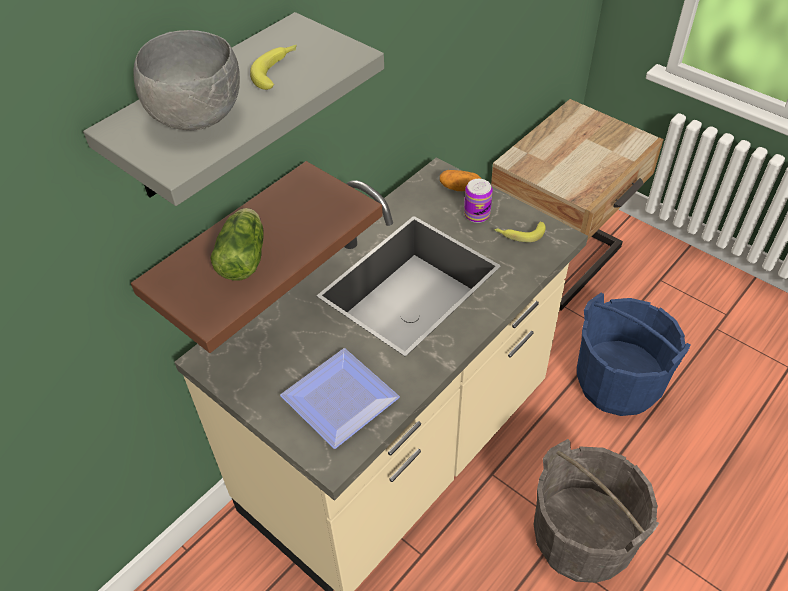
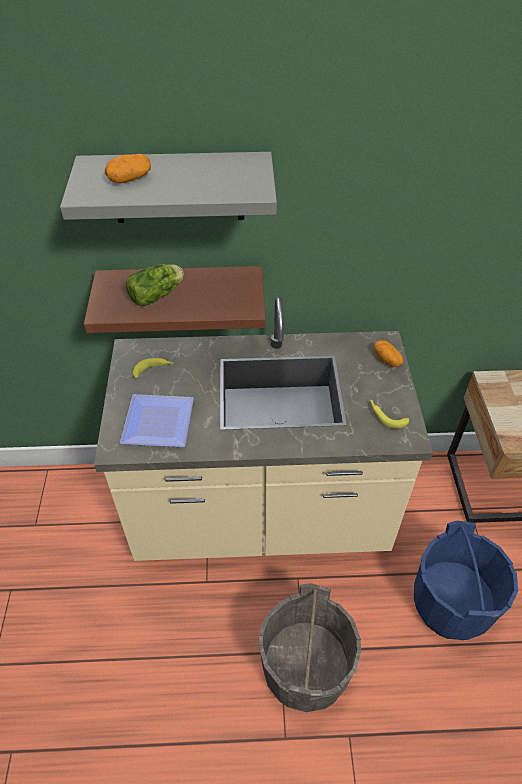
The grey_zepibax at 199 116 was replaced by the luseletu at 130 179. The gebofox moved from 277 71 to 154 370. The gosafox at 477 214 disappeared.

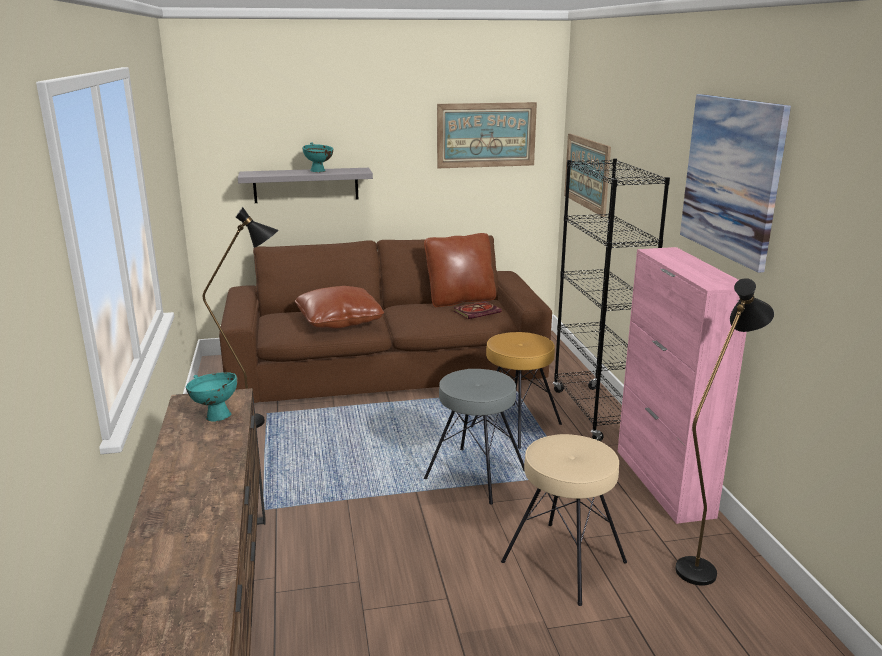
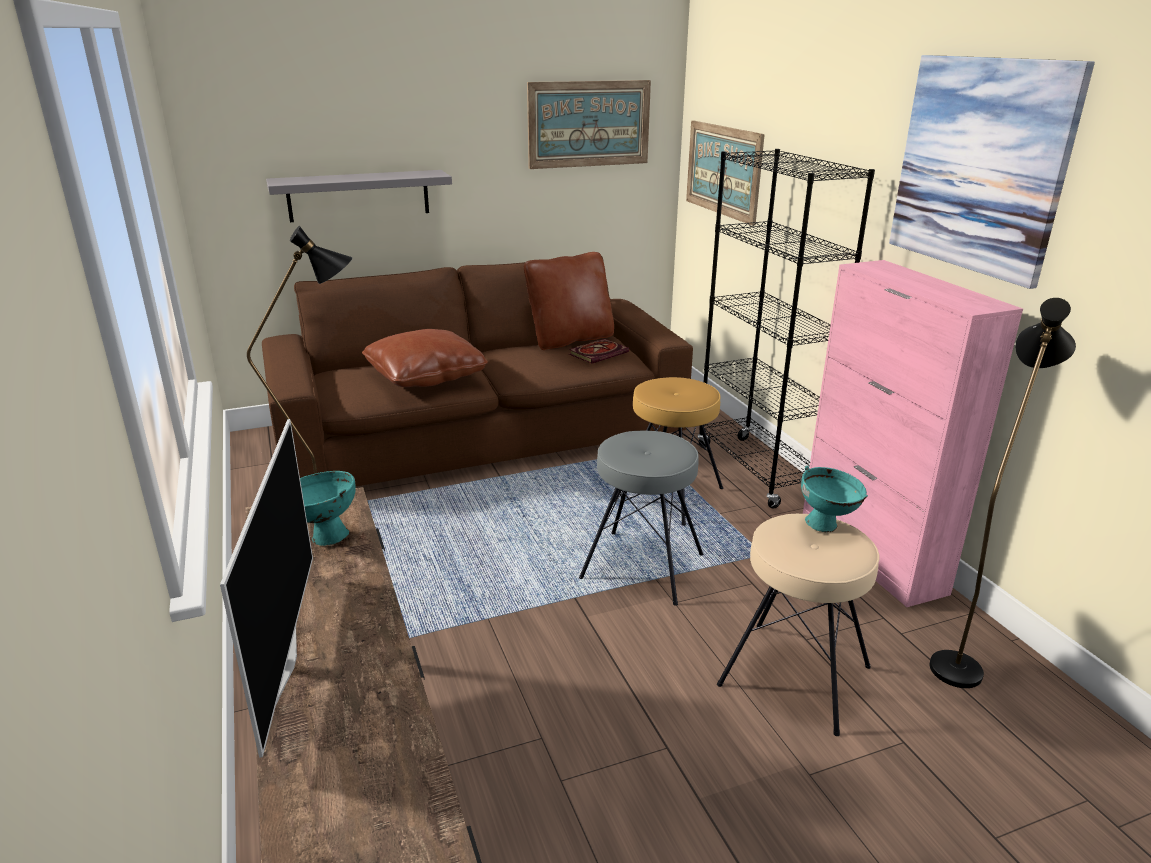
The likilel at 280 663 appeared. The turquoise_zepibax moved from 319 171 to 828 526.

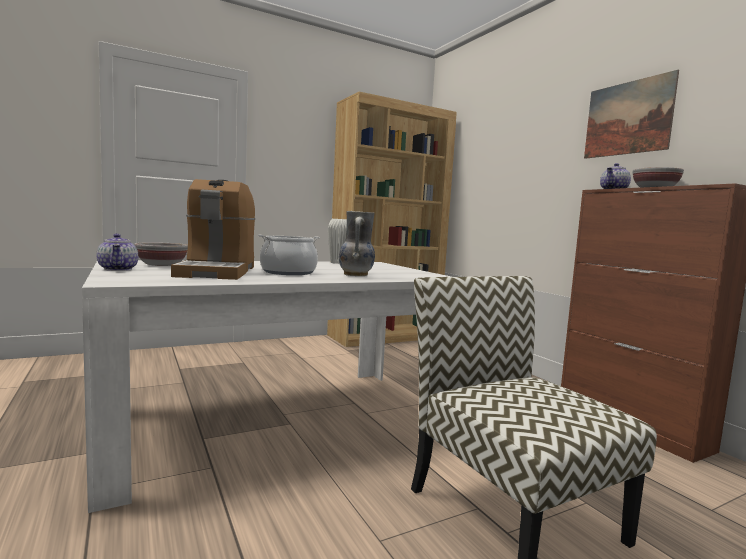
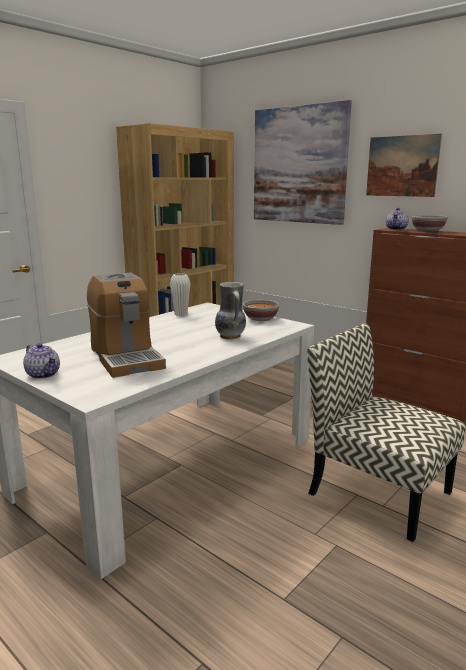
The zepibax moved from 162 265 to 261 319. The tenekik at 299 165 appeared. The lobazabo at 288 272 disappeared.

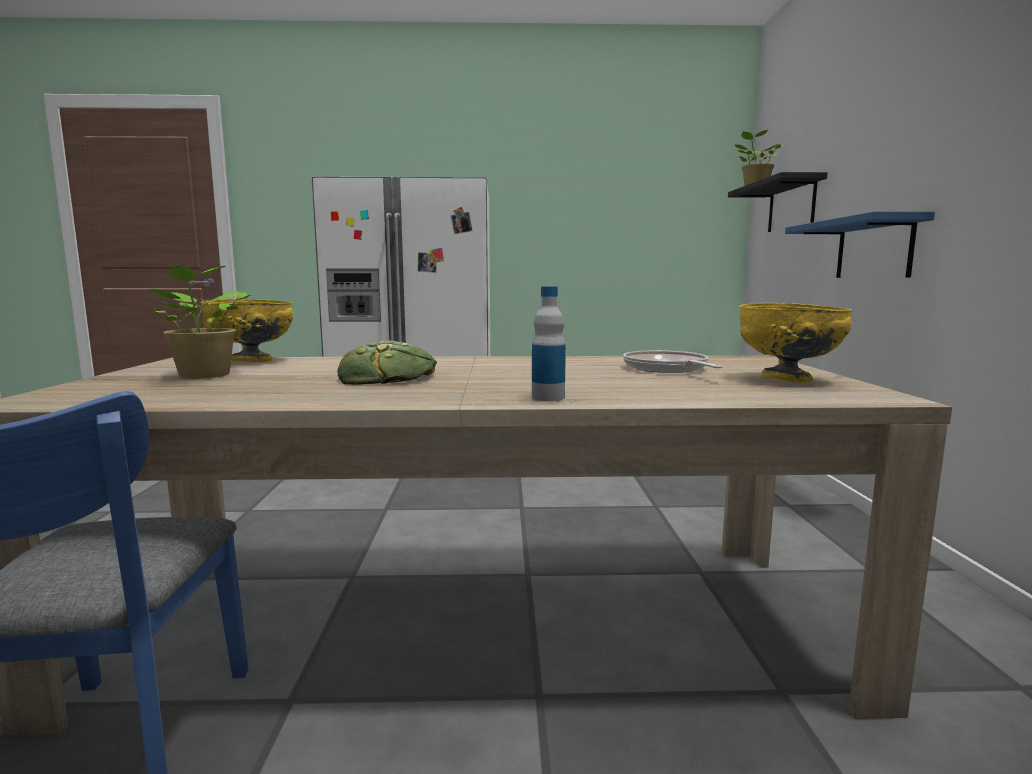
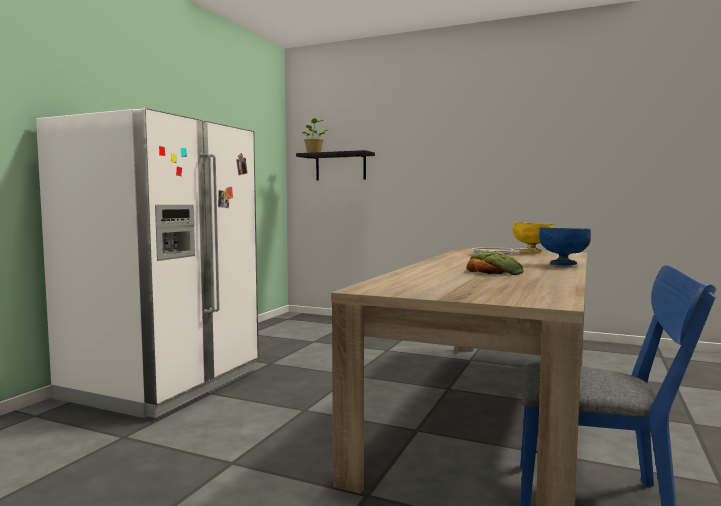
The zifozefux at 548 397 was replaced by the blue_zepibax at 563 265. The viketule at 204 376 disappeared. The yellow_zepibax at 252 361 disappeared. The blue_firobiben at 873 249 disappeared.

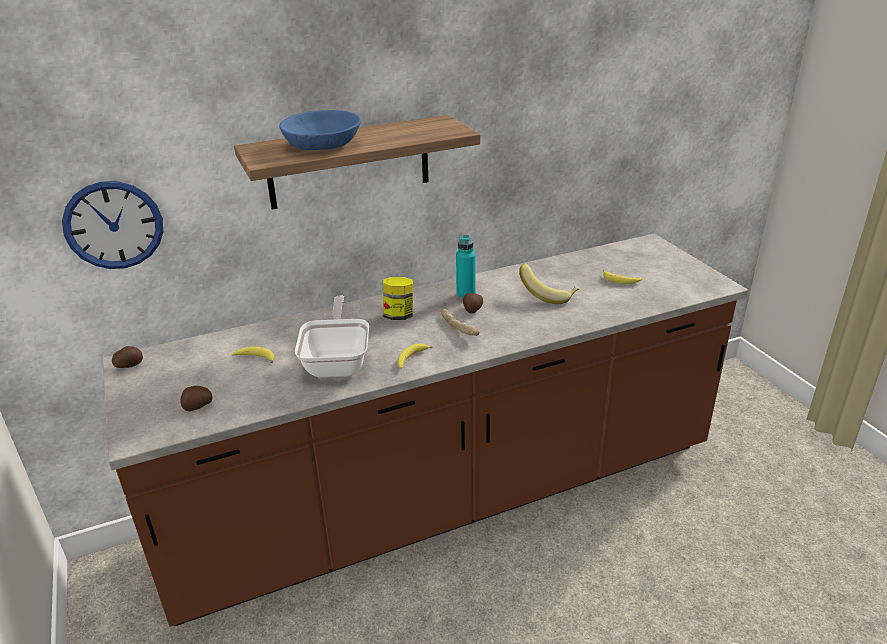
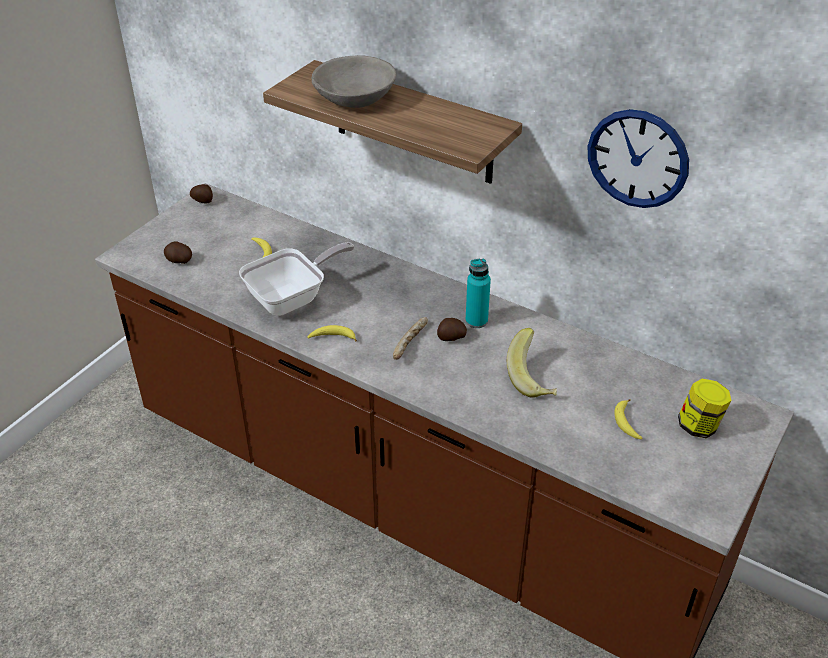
The blue_zepibax at 323 145 became the grey_zepibax at 355 97. The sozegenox moved from 114 225 to 637 159. The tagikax moved from 399 316 to 699 426.

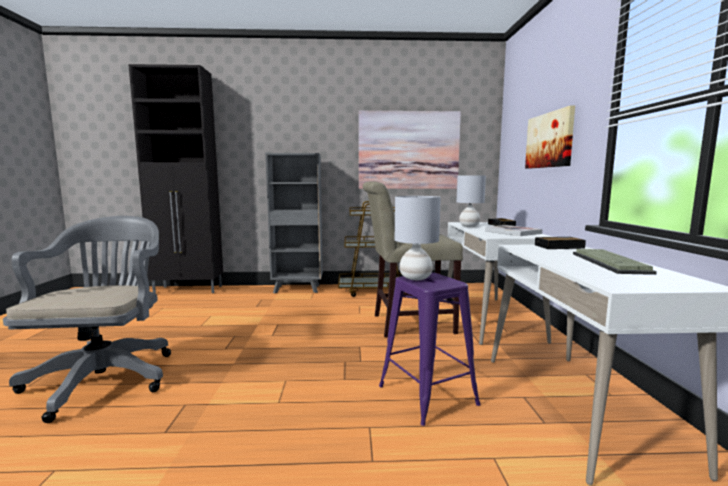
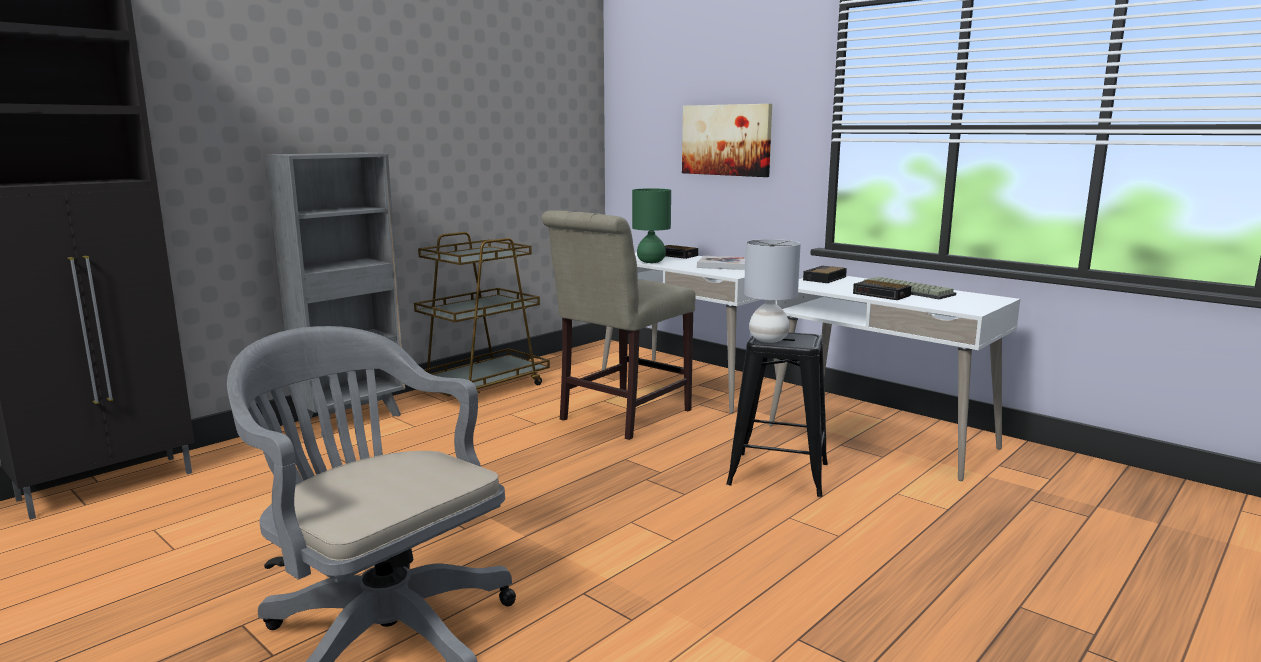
The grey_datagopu at 469 226 became the green_datagopu at 651 262. The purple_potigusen at 427 395 became the black_potigusen at 779 474. The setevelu at 882 295 appeared. The tenekik at 408 150 disappeared.

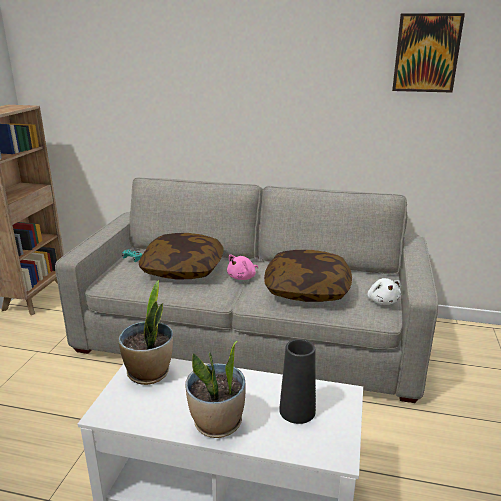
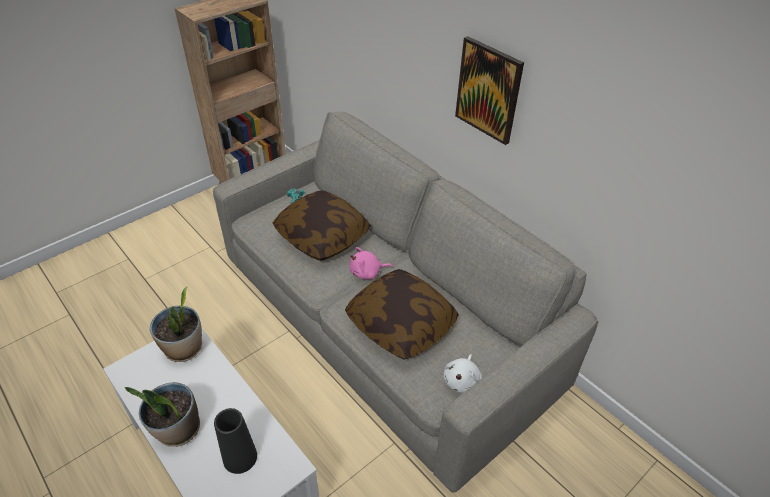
The tenekik moved from 426 53 to 488 90.

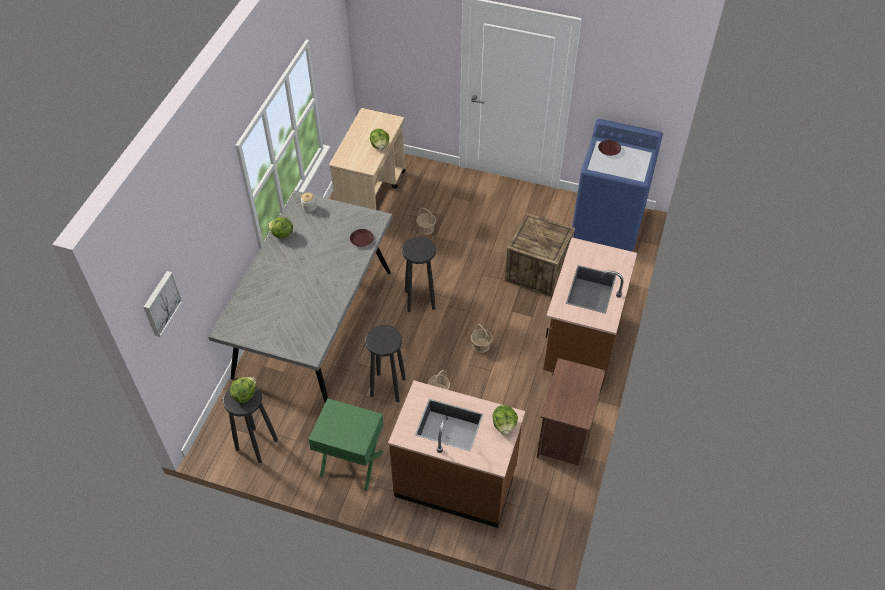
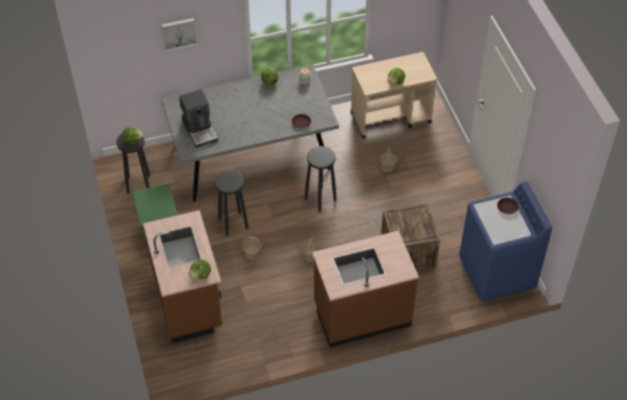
The tenekik moved from 160 303 to 179 33. The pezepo at 200 130 appeared. The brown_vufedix at 565 437 disappeared.

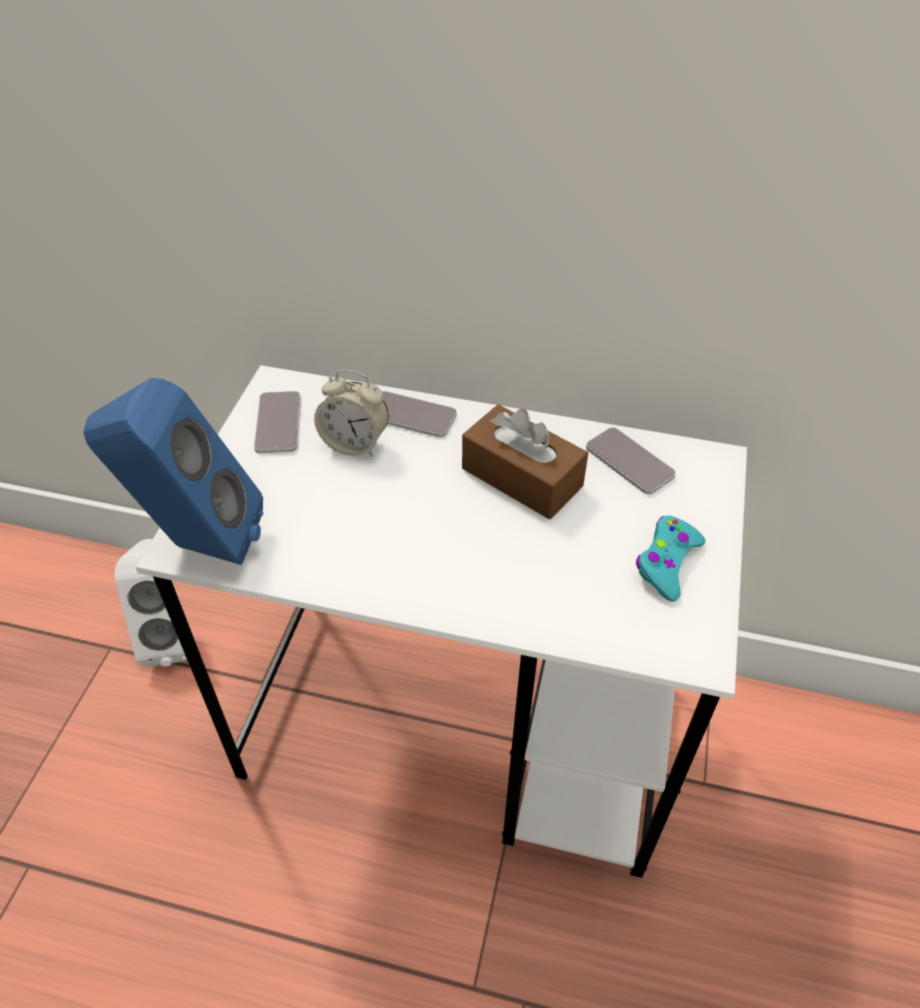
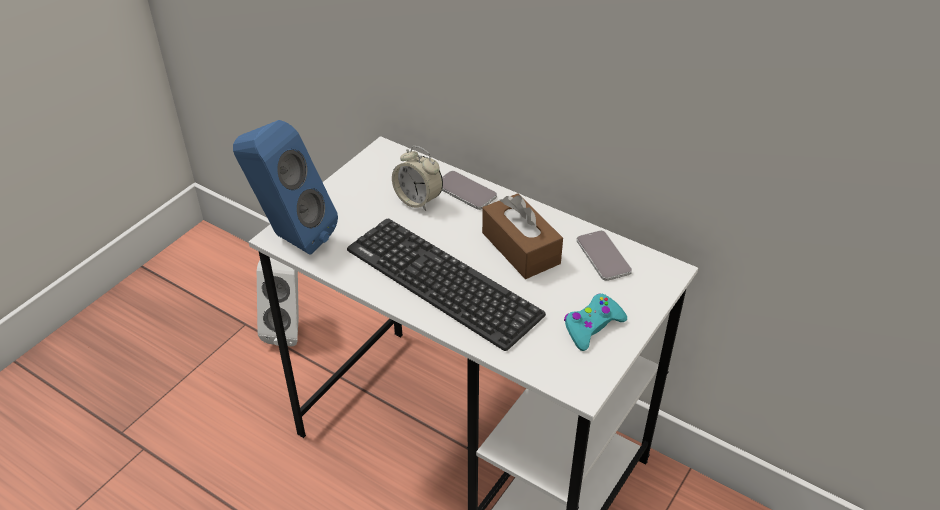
The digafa at 442 282 appeared. The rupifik at 278 423 disappeared.

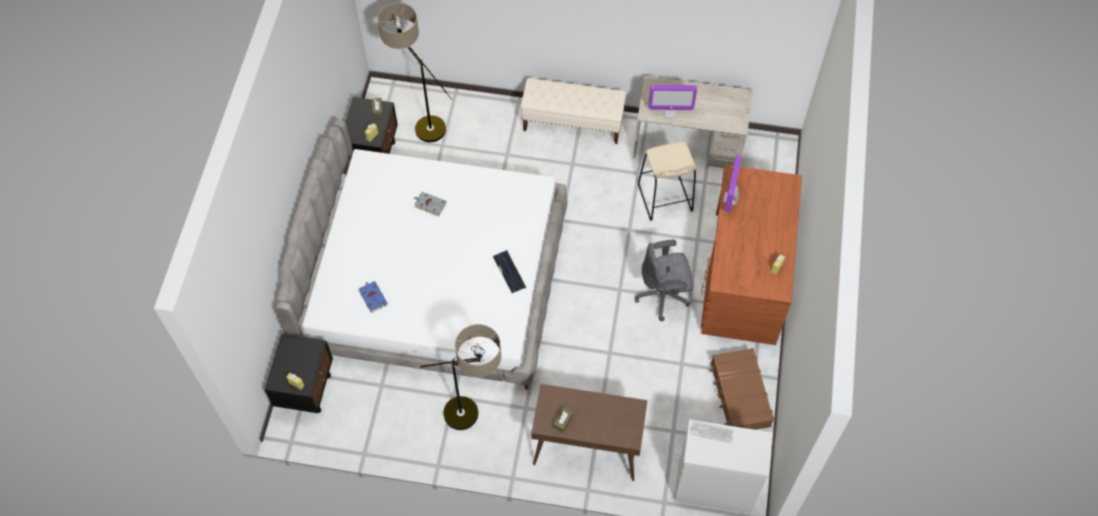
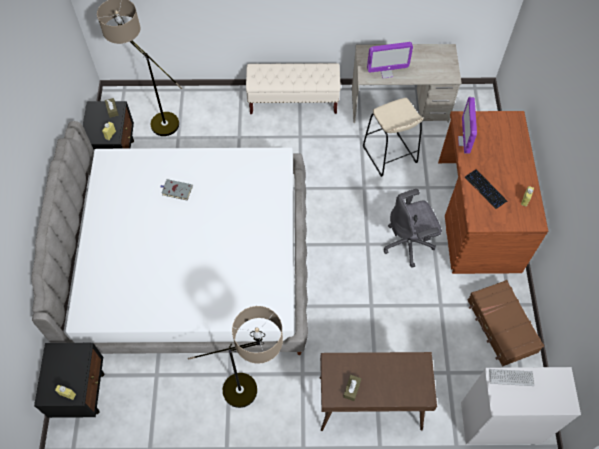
The digafa moved from 509 272 to 485 189. The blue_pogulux at 372 297 disappeared.

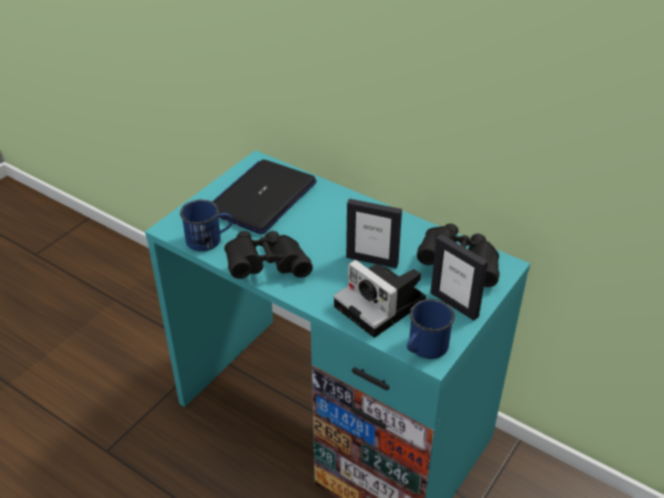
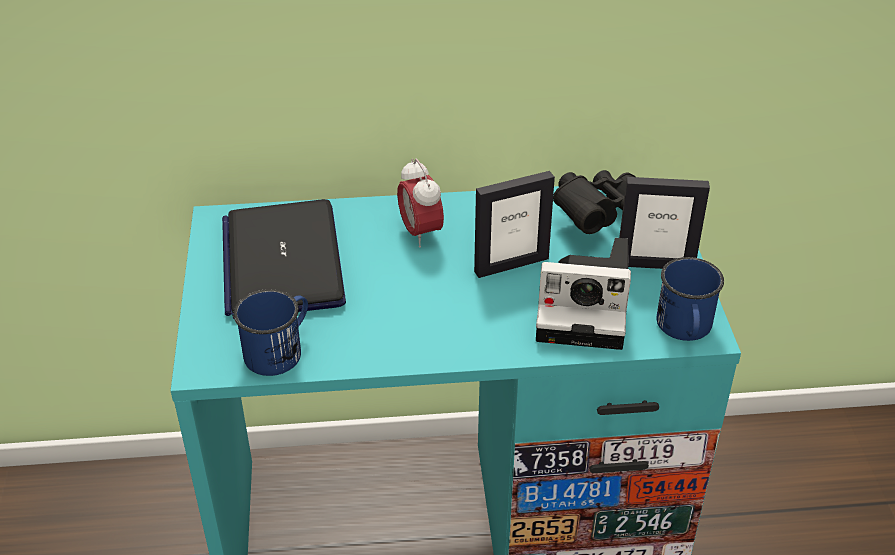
The setevelu at 420 233 appeared. The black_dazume at 266 266 disappeared.

